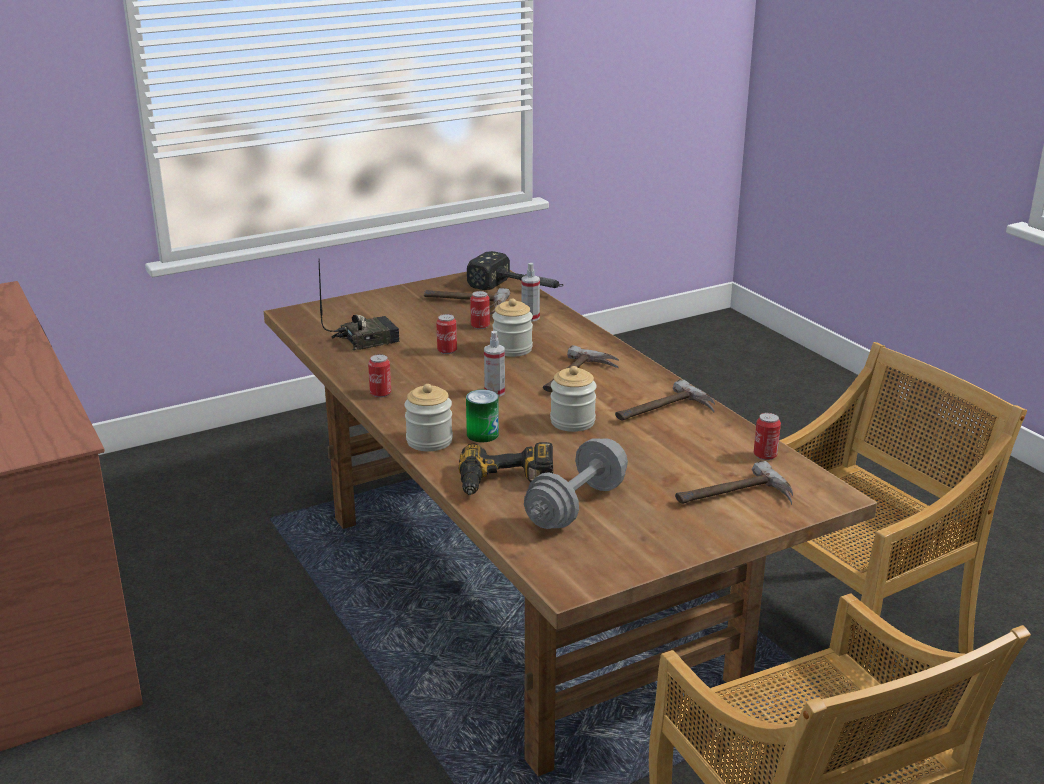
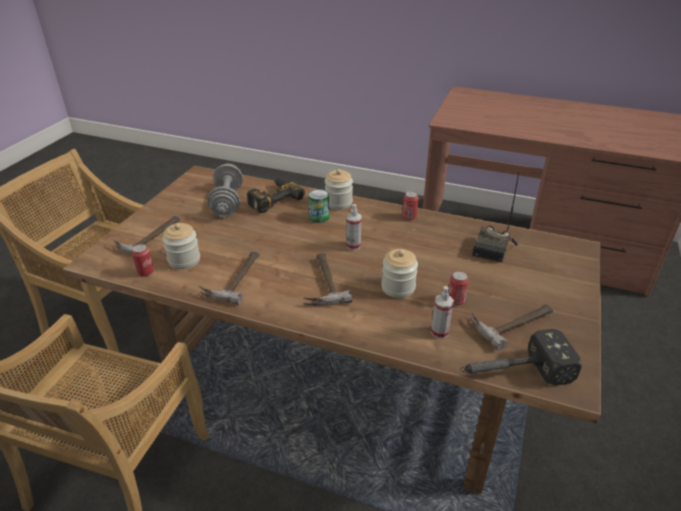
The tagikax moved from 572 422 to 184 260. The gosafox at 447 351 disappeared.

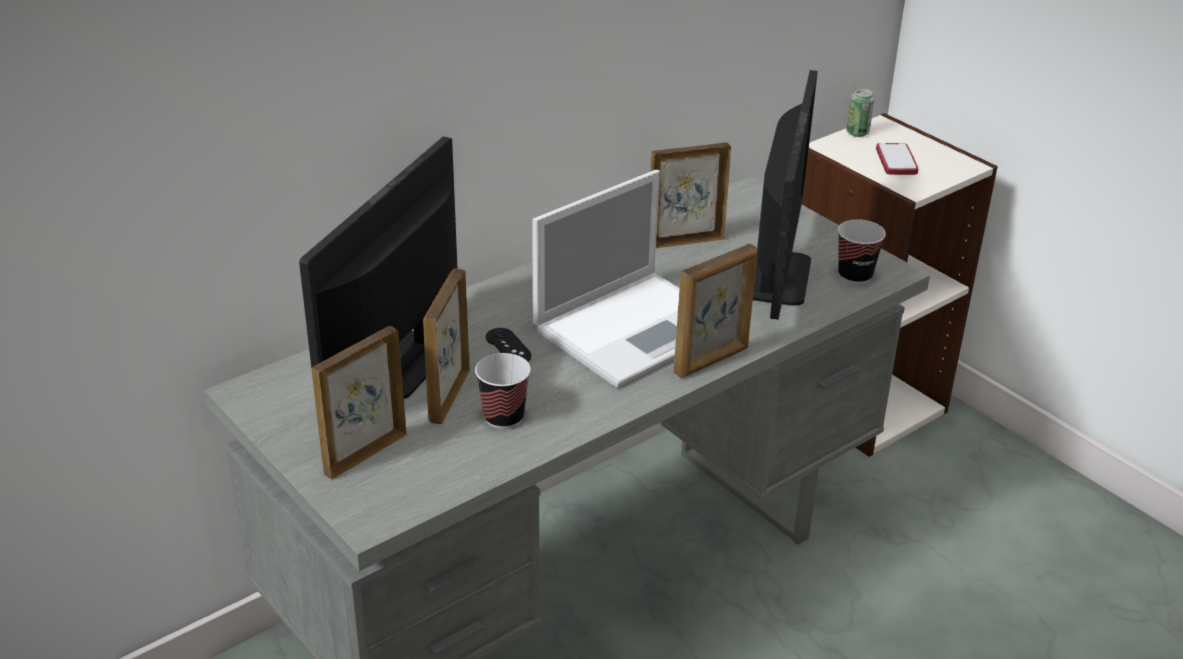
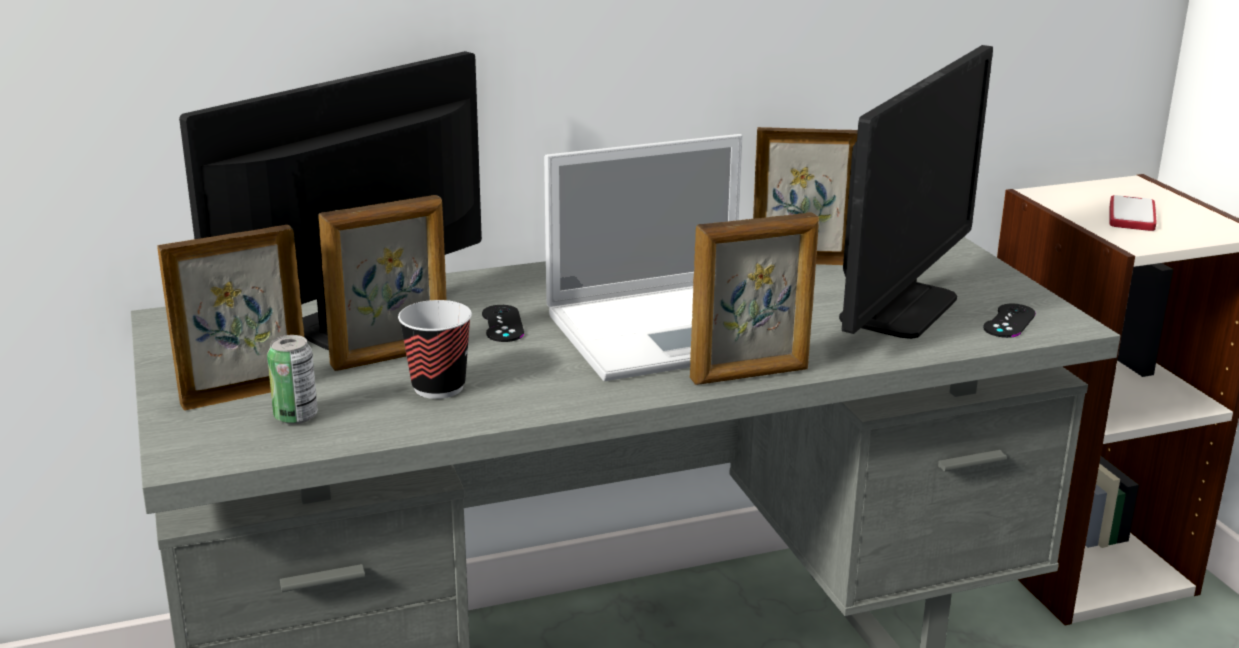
The gosafox moved from 857 133 to 296 416. The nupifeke at 448 396 turned 150 degrees counterclockwise. The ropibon at 855 276 was replaced by the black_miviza at 1009 321.

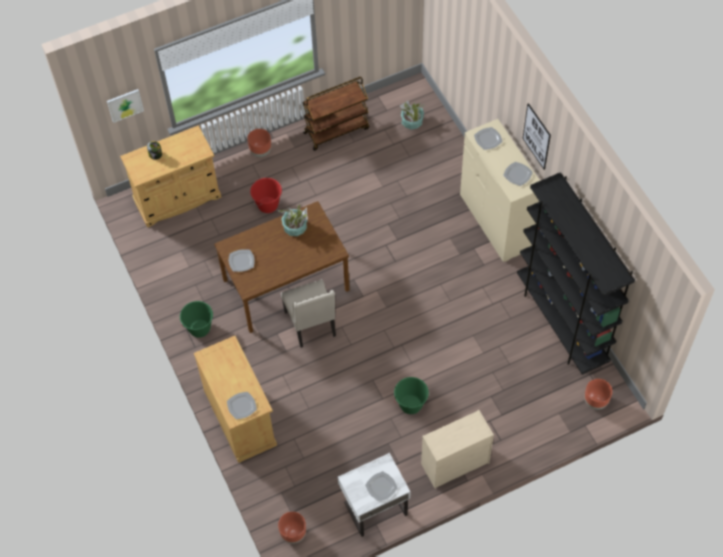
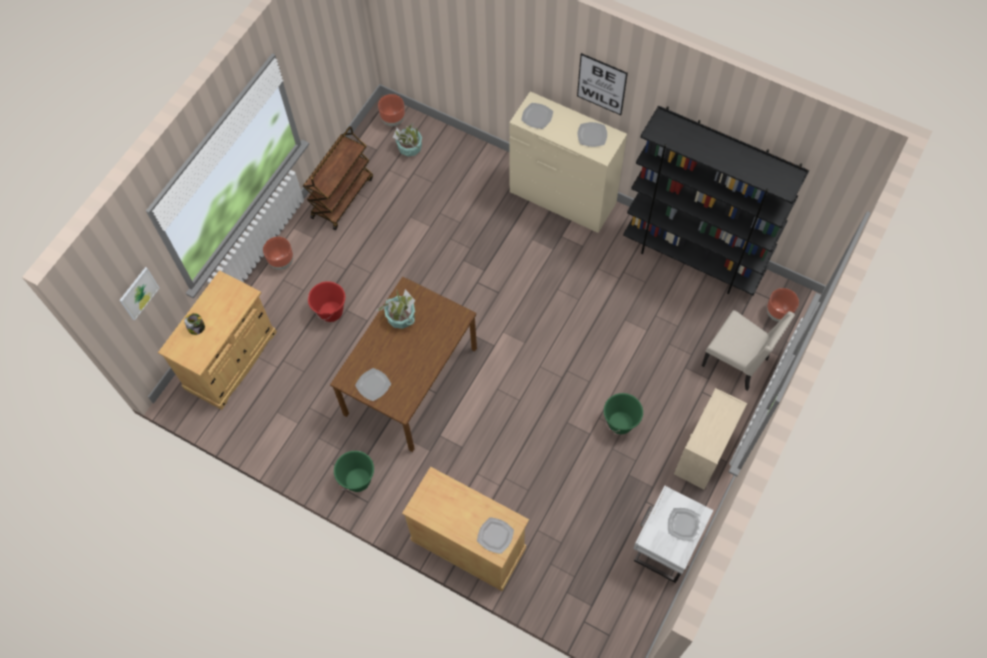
The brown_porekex moved from 293 534 to 393 120. The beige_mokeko moved from 311 325 to 737 362.

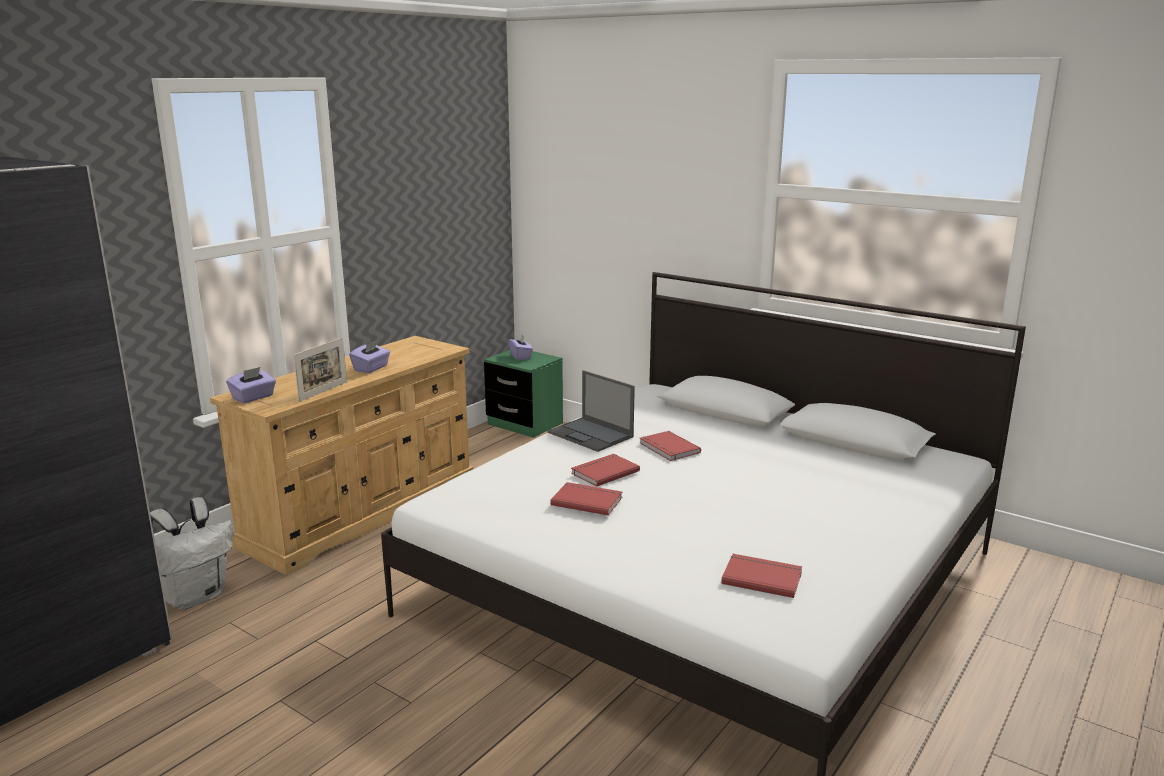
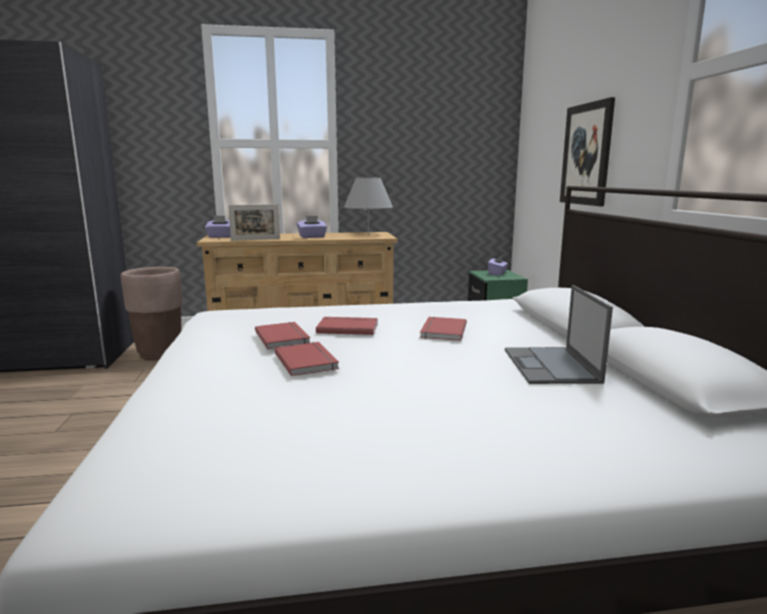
The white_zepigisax at 196 596 was replaced by the brown_porekex at 160 354. The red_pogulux moved from 761 577 to 308 361. The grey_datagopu at 368 234 appeared. The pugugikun moved from 591 435 to 551 366. The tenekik at 586 154 appeared.

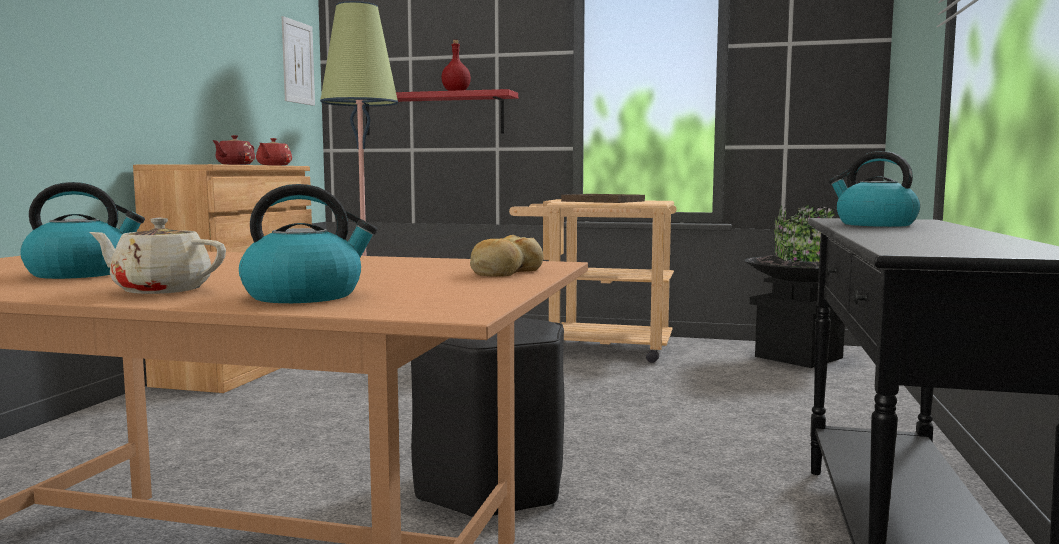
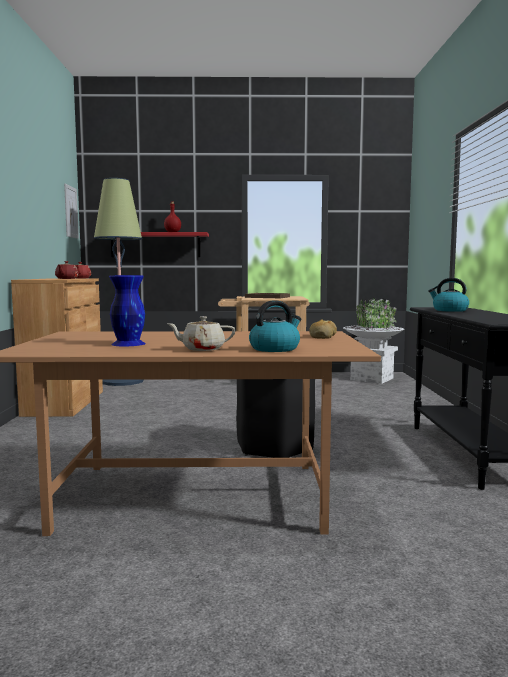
The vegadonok at 81 273 was replaced by the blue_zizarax at 128 344. The black_porekex at 799 357 became the white_porekex at 372 379.

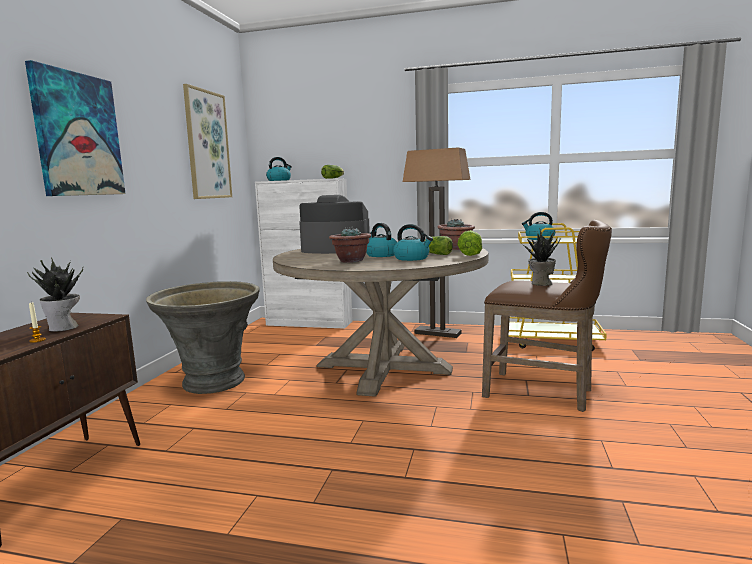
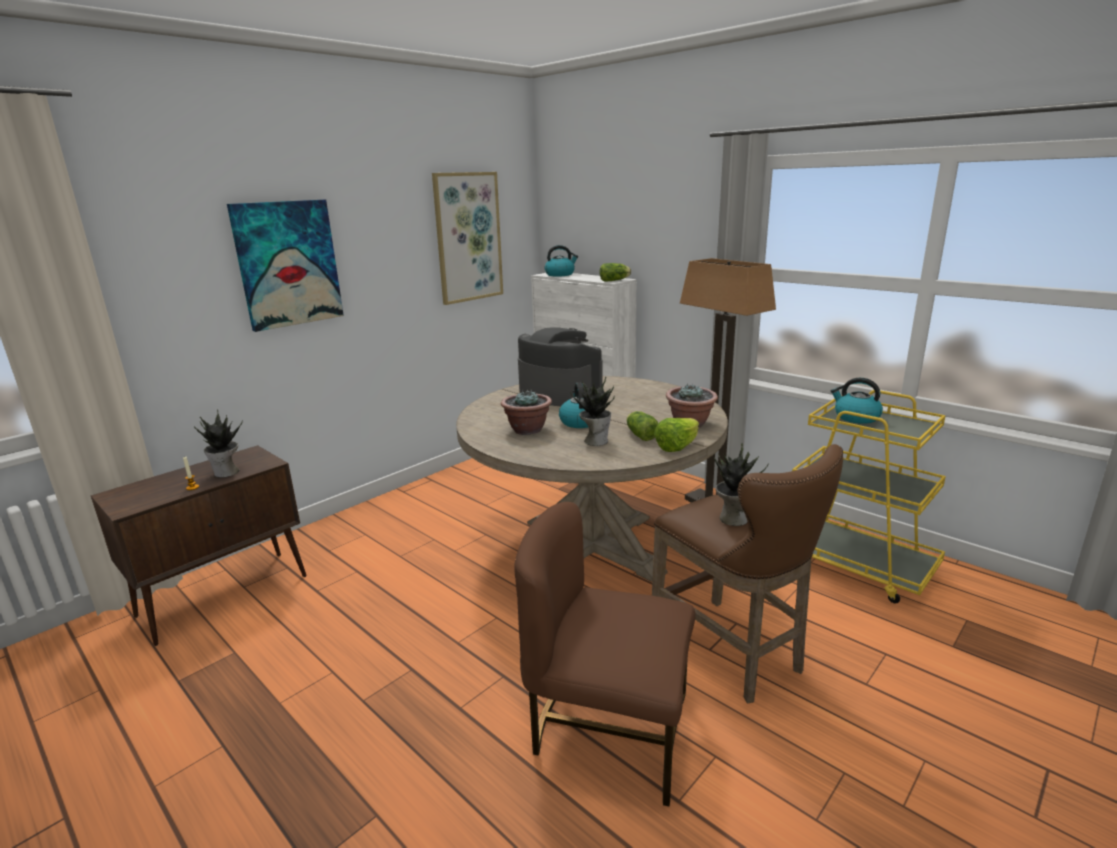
The brown_mokeko at 609 730 appeared. The vegadonok at 412 258 was replaced by the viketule at 595 441. The grey_porekex at 213 382 disappeared.

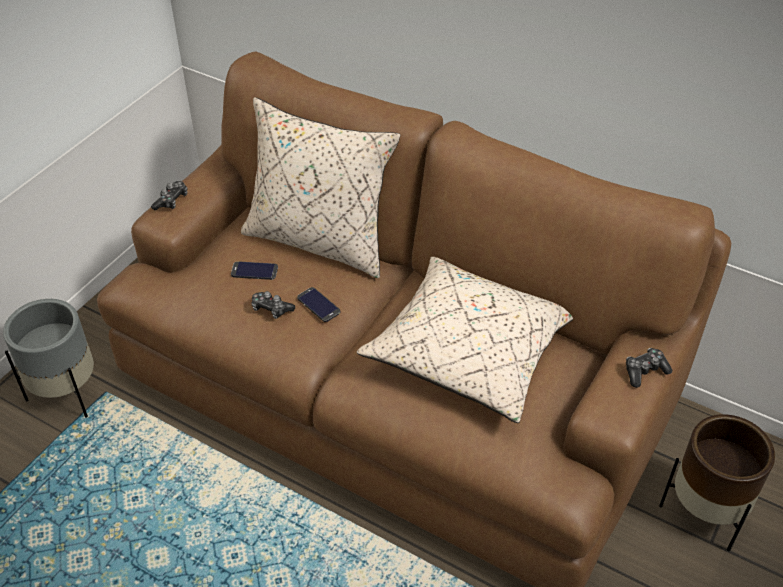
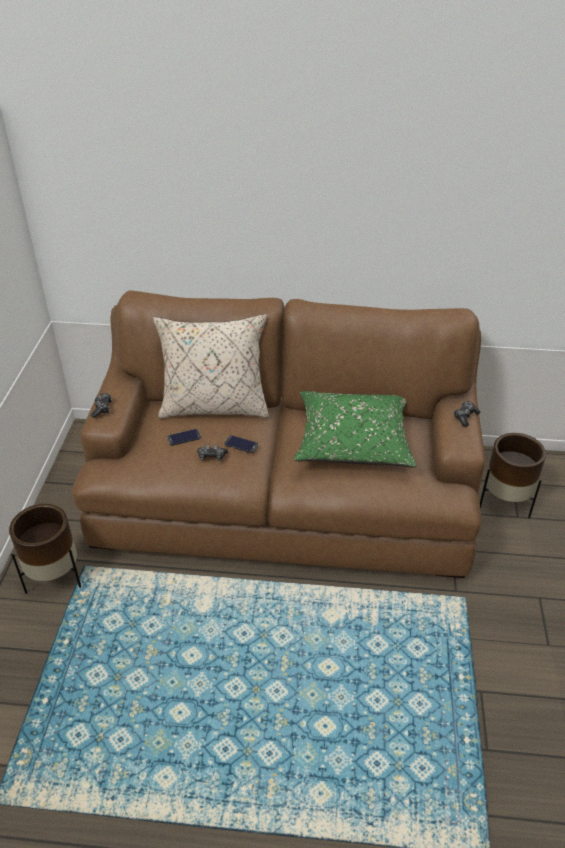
The grey_porekex at 67 394 became the brown_porekex at 55 577. The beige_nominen at 470 351 became the green_nominen at 353 441.

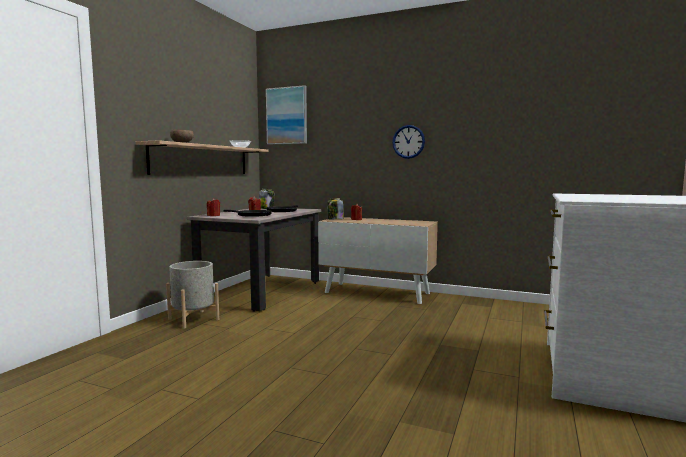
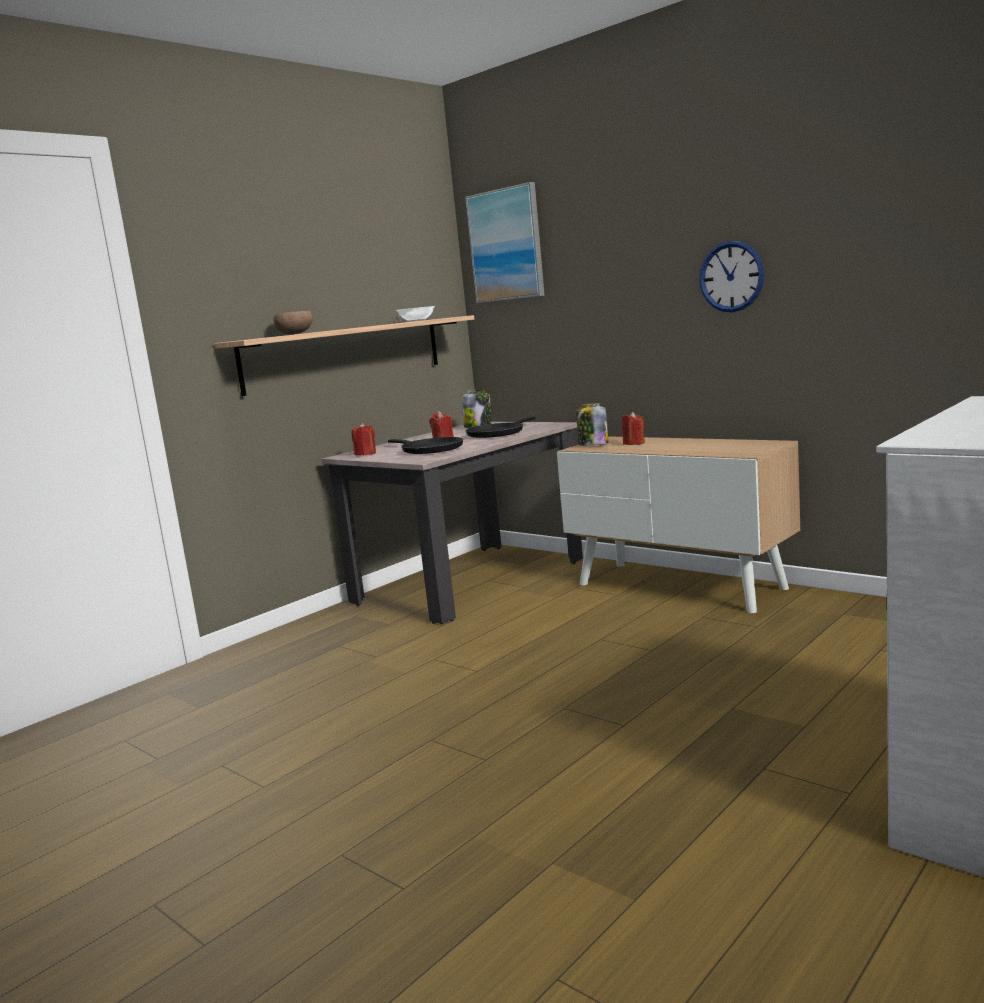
The grey_porekex at 193 319 disappeared.

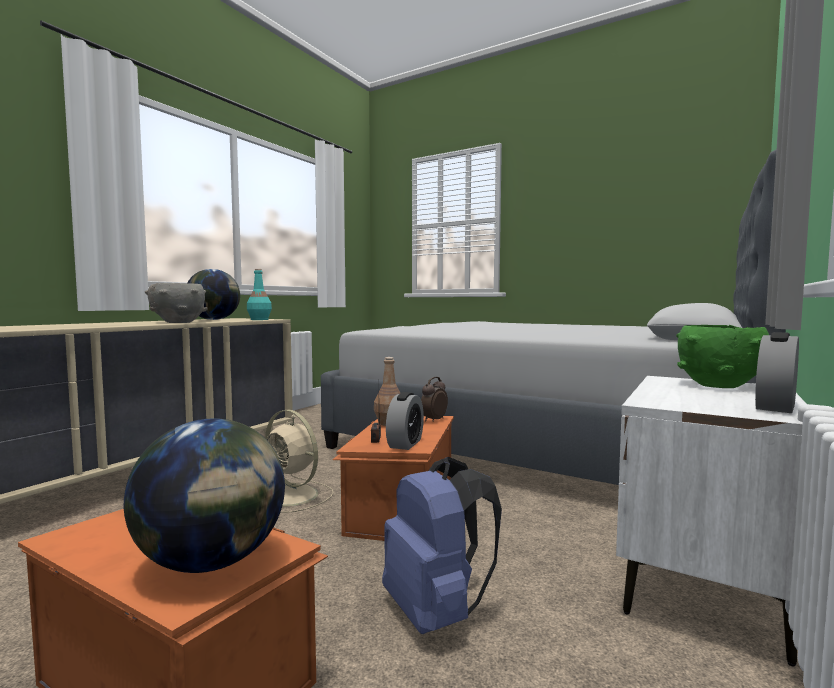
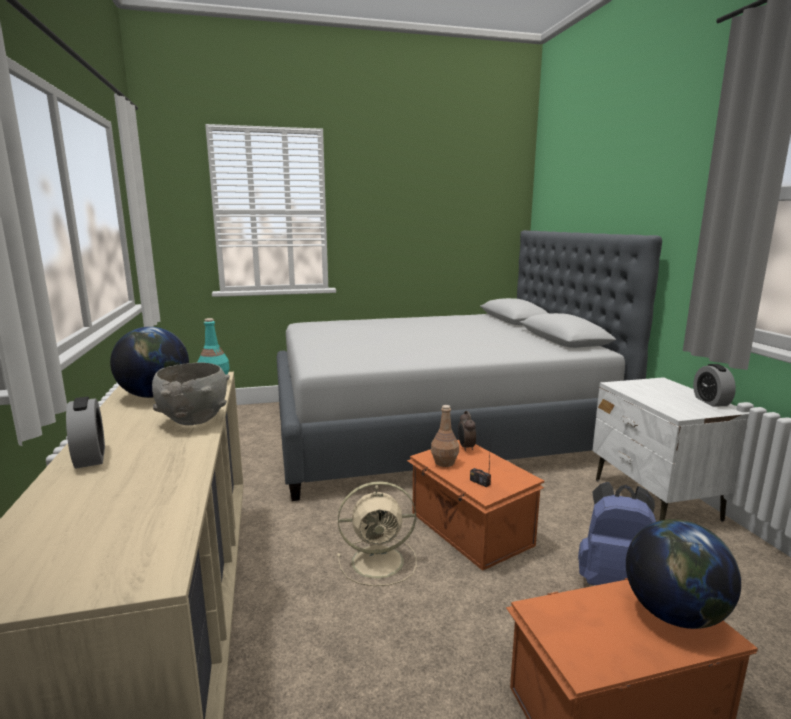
The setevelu moved from 405 444 to 90 457. The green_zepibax at 719 386 disappeared.

